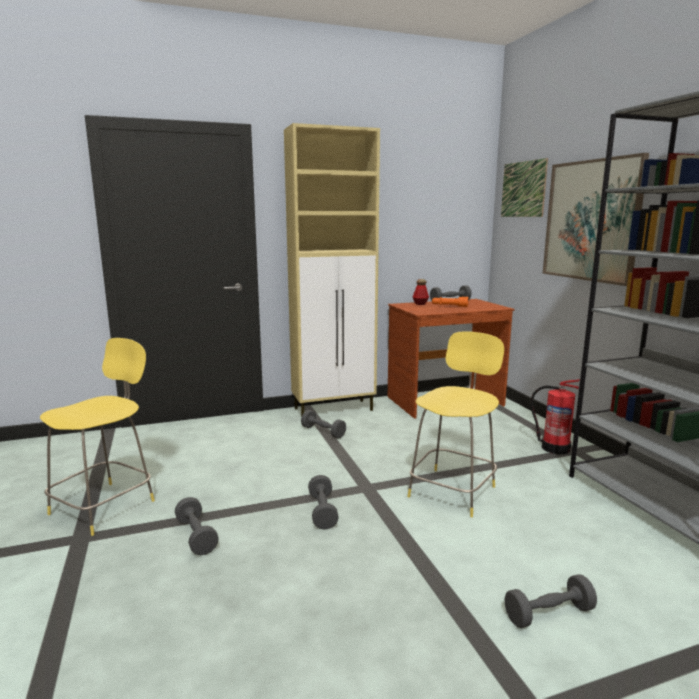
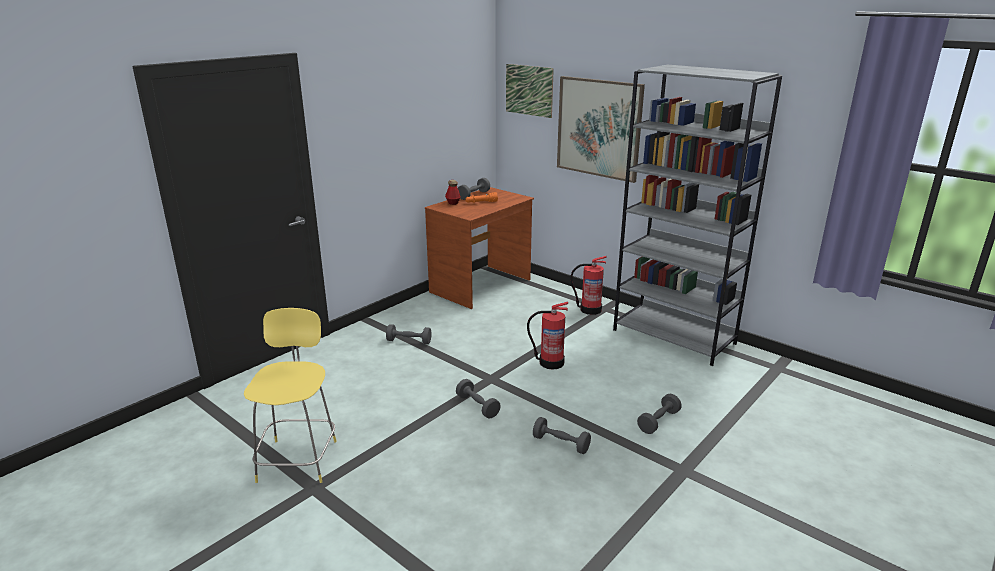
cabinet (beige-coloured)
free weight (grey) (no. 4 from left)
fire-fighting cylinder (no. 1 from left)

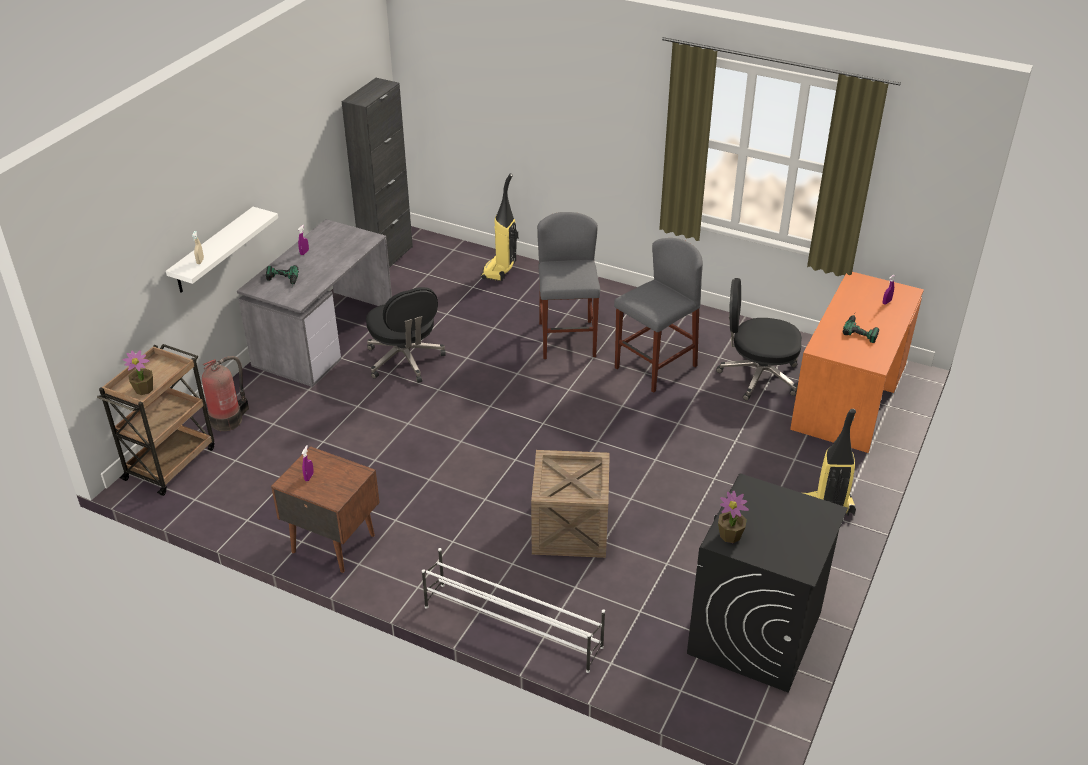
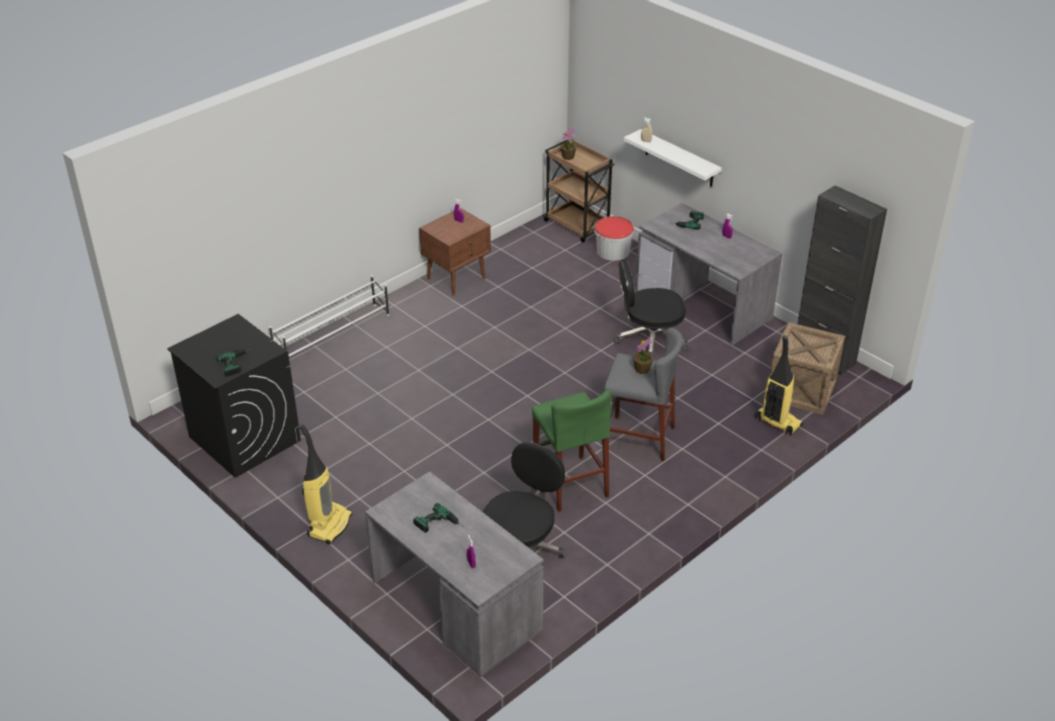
electric drill (no. 1 from left)
shipping crate
plant in a pot (no. 2 from left)
pail
stool seat (greenish)
desk (grey) (no. 1 from left)

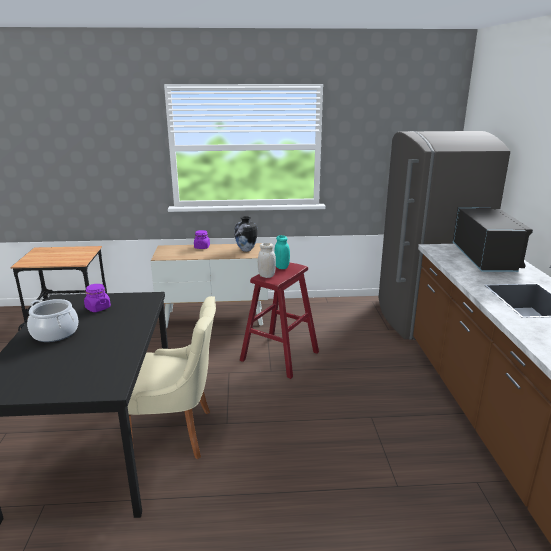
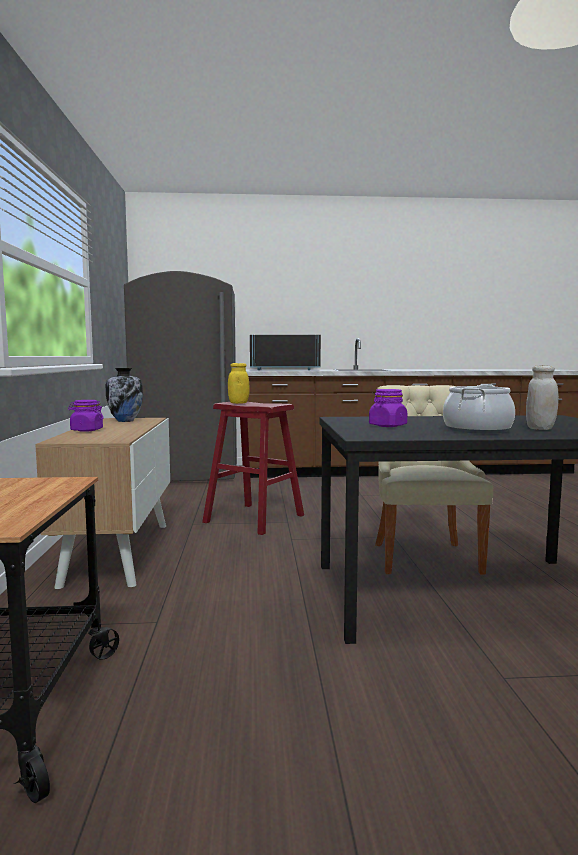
jar (white-coloured)
jar (yellow-coloured)

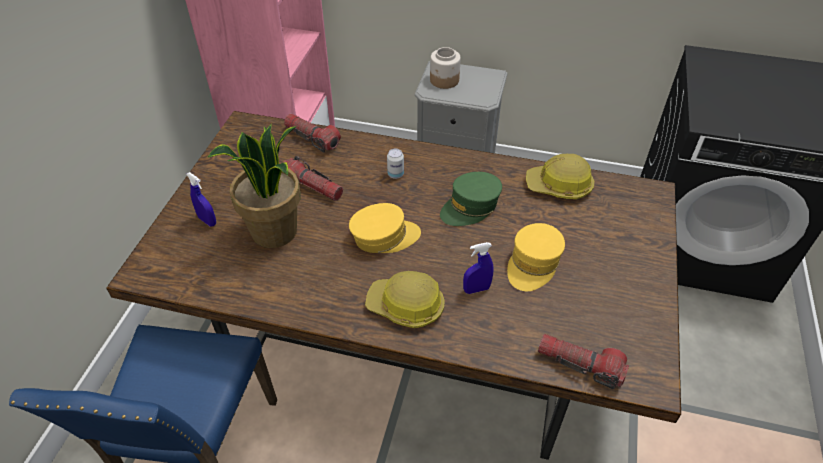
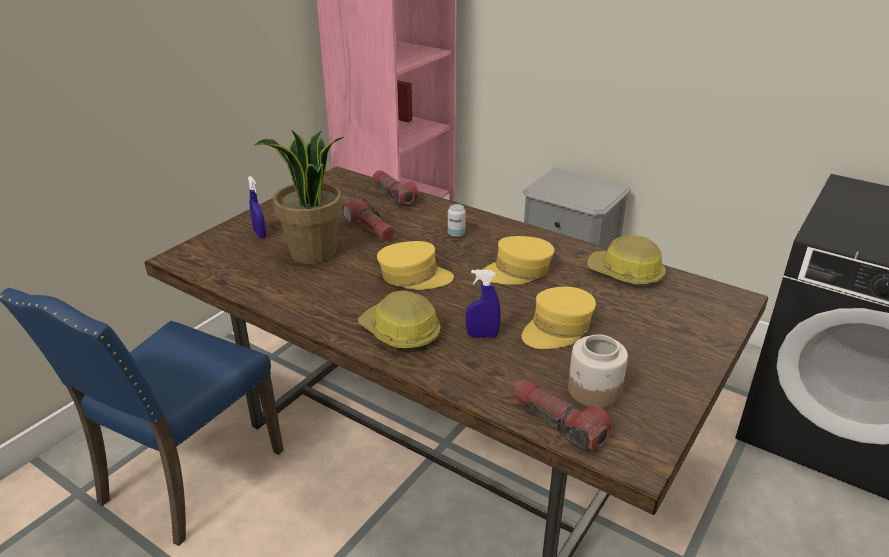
jar
peaked cap (yellow-coloured) (no. 2 from left)

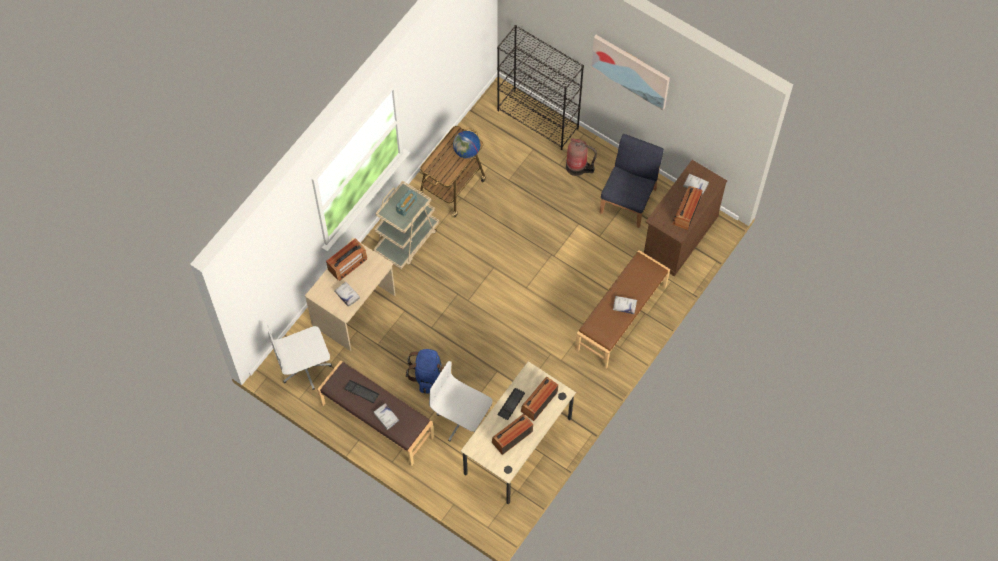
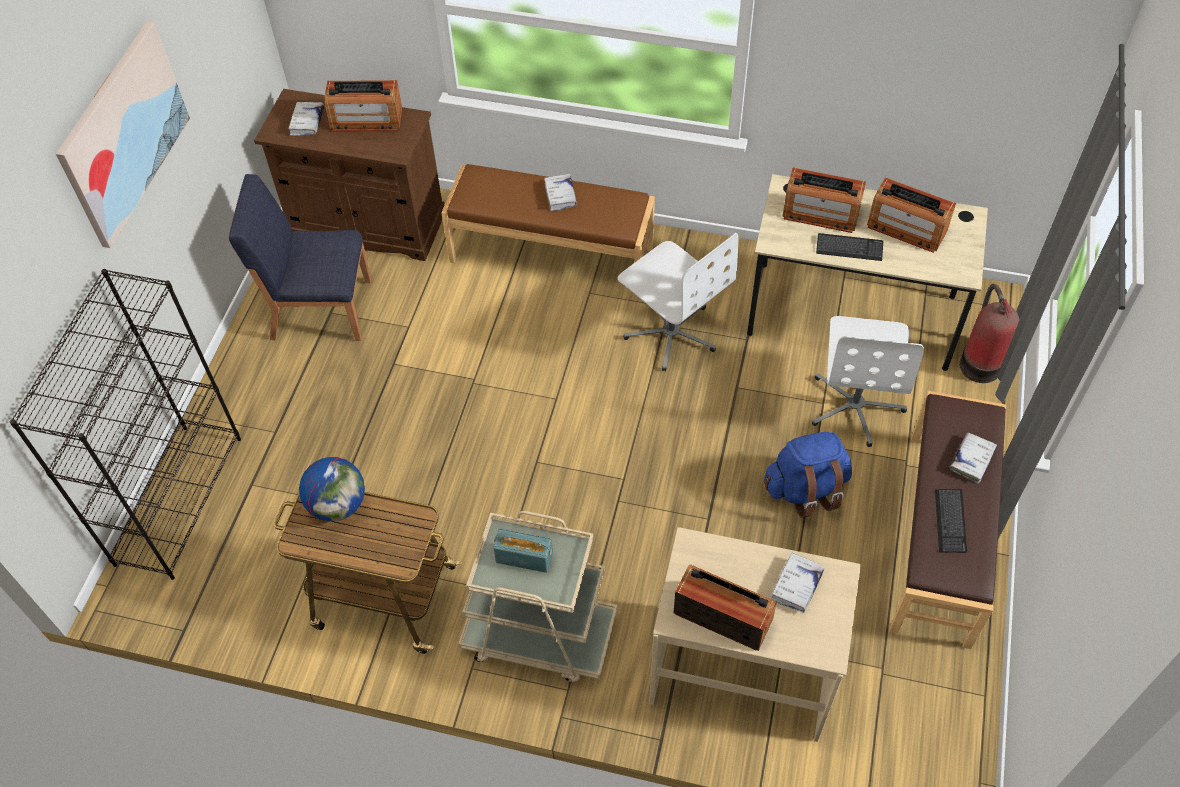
computer chair (white-coloured) (no. 1 from left)
fire-fighting cylinder

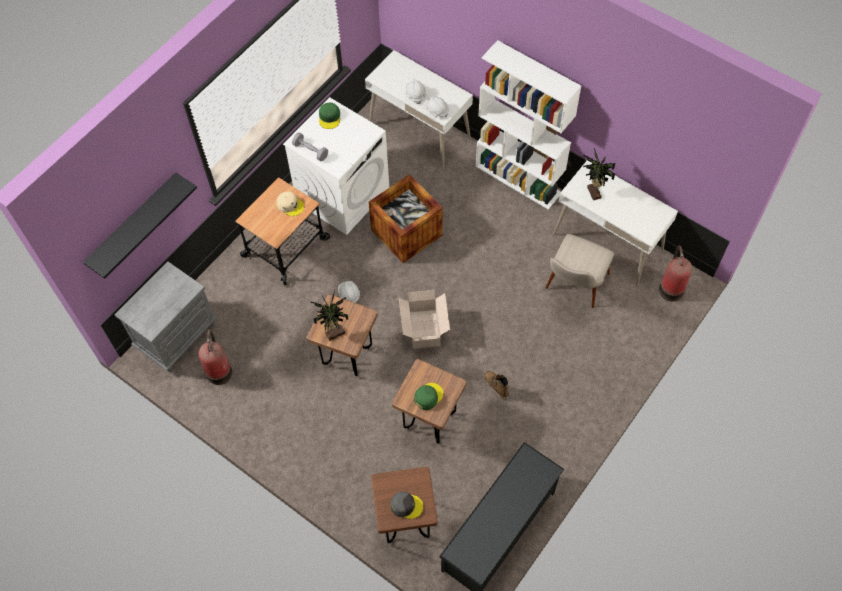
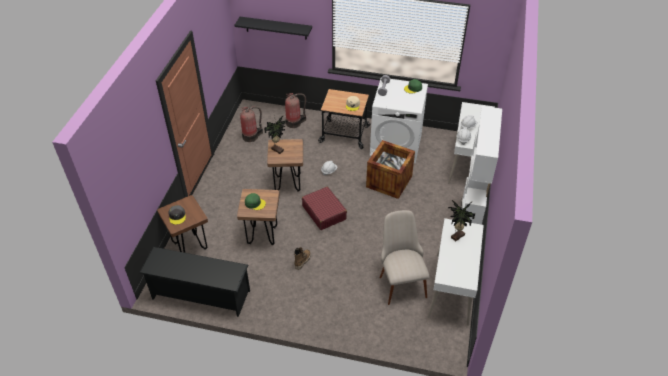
nightstand (grey)
fire-fighting cylinder (no. 2 from left)
travel case (reddish)
upright chair (beige-coloured)

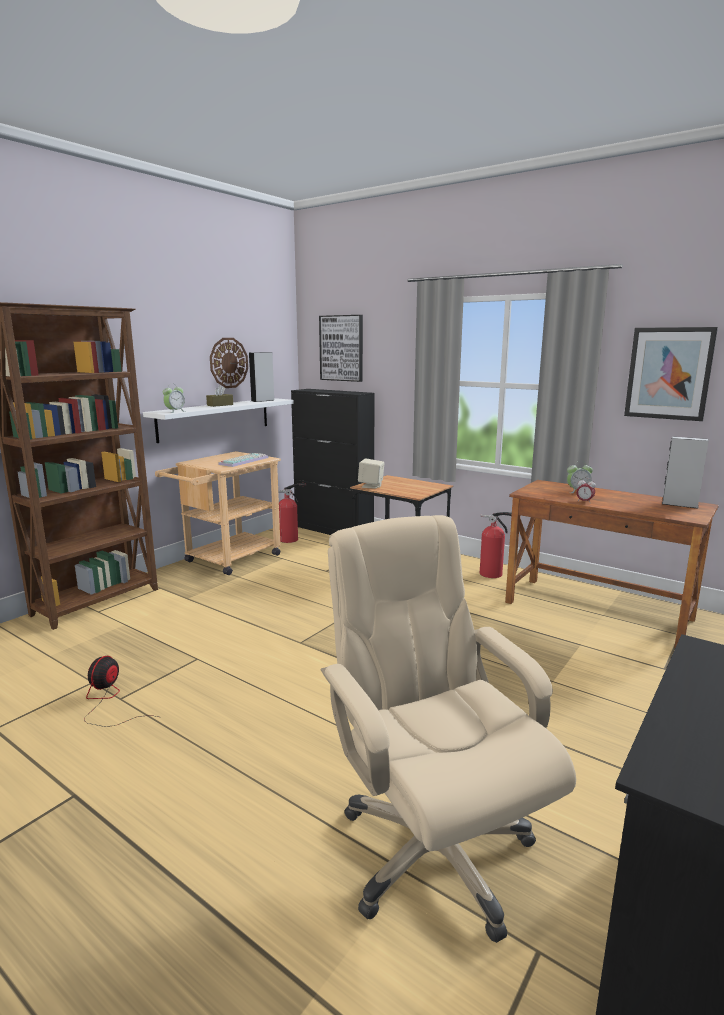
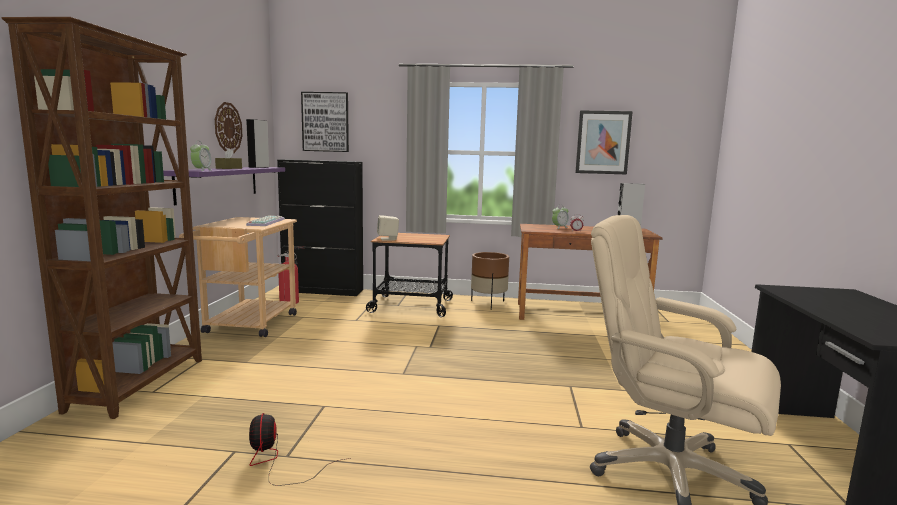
flower pot (brownish)
bracket shelf (purple)

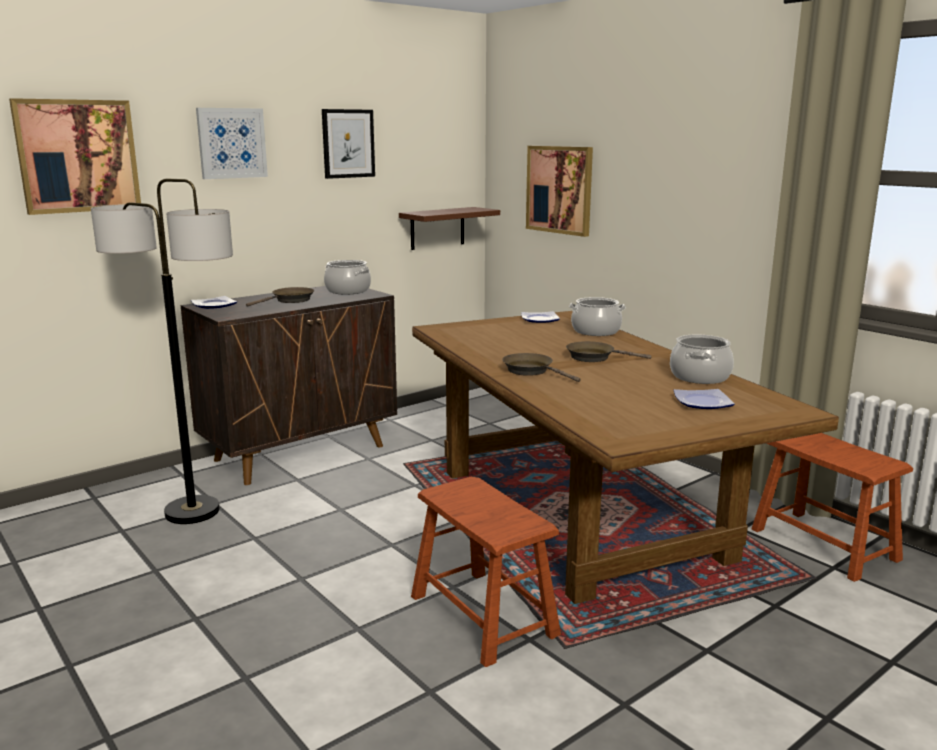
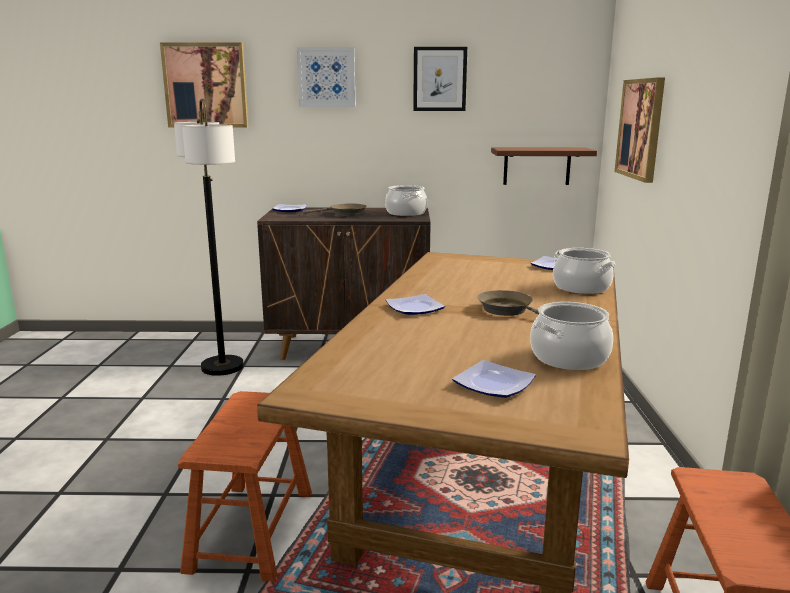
dinner plate (no. 2 from left)

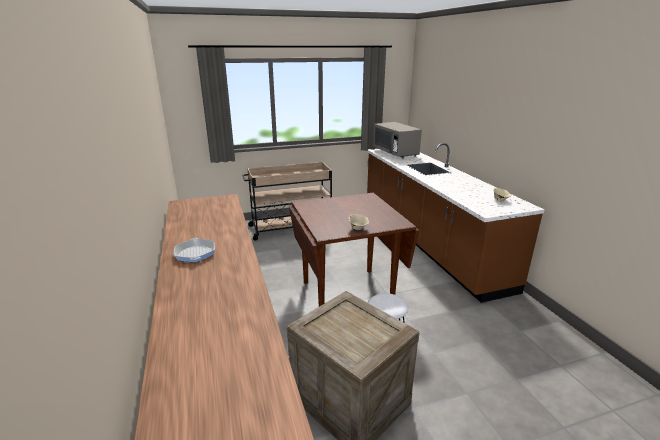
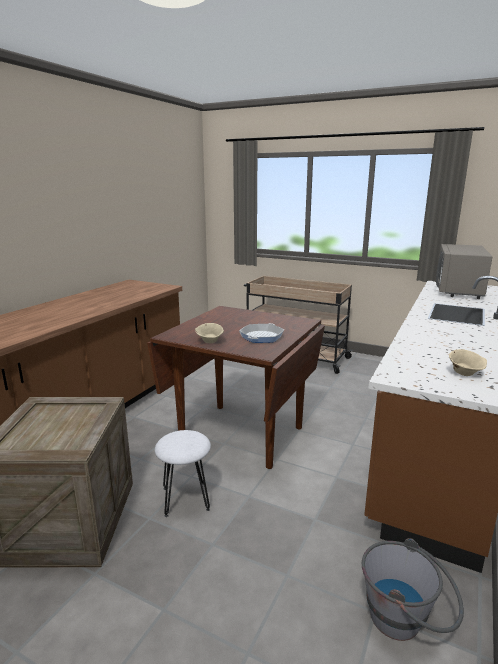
pail (grey)
frying pan

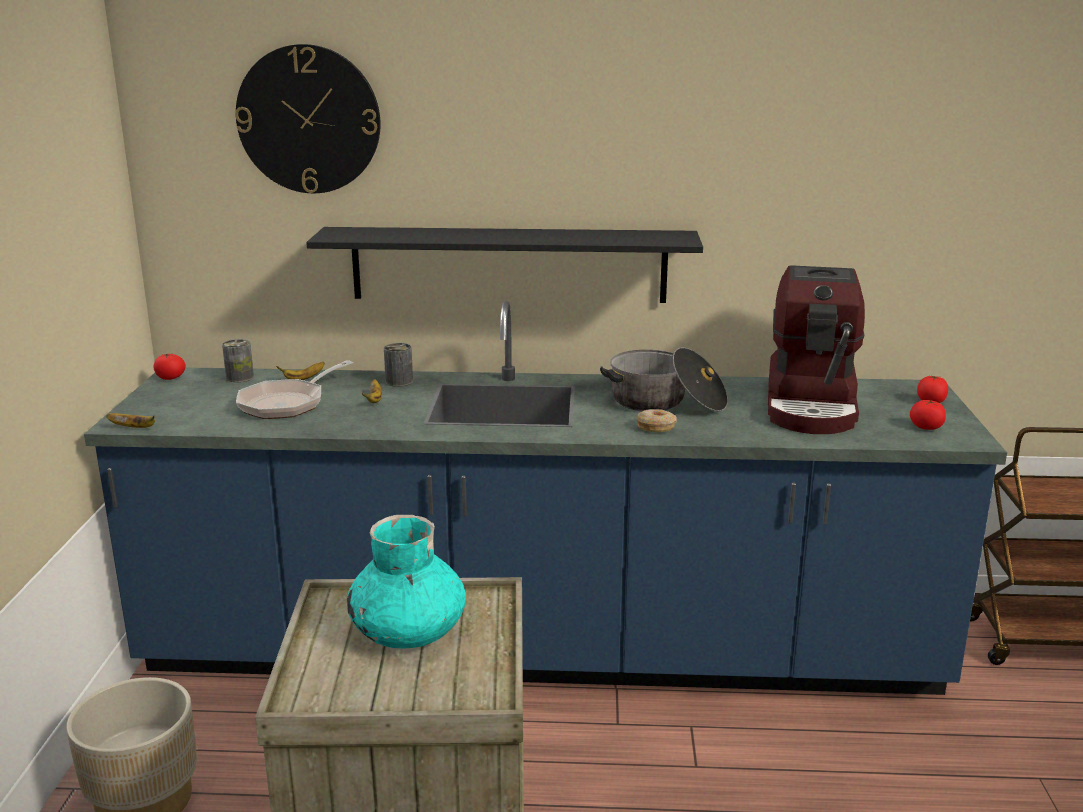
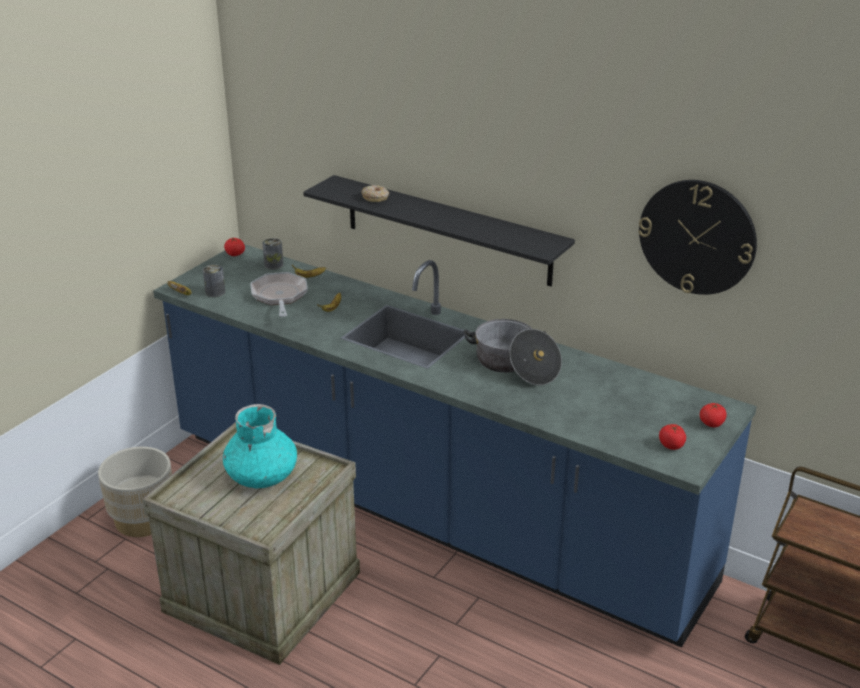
coffee machine
wall clock
can (no. 1 from left)
donut
frying pan

